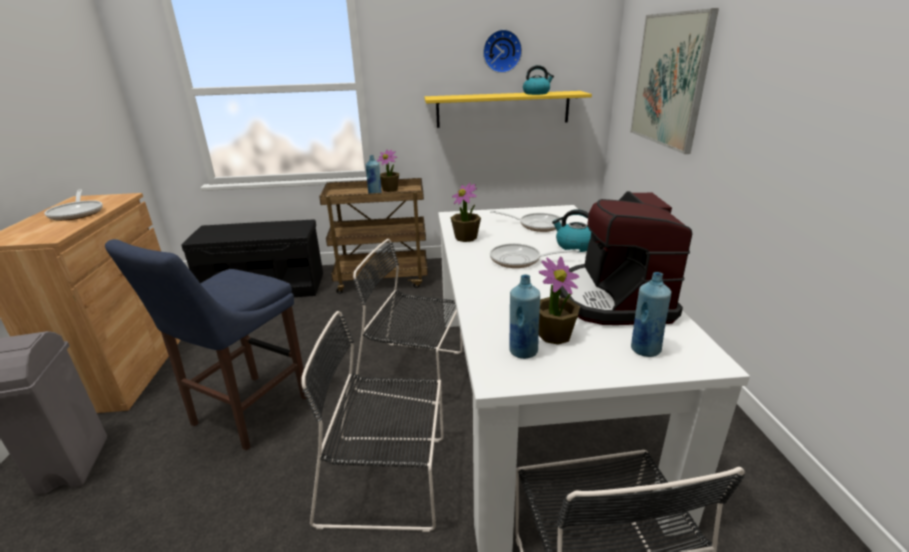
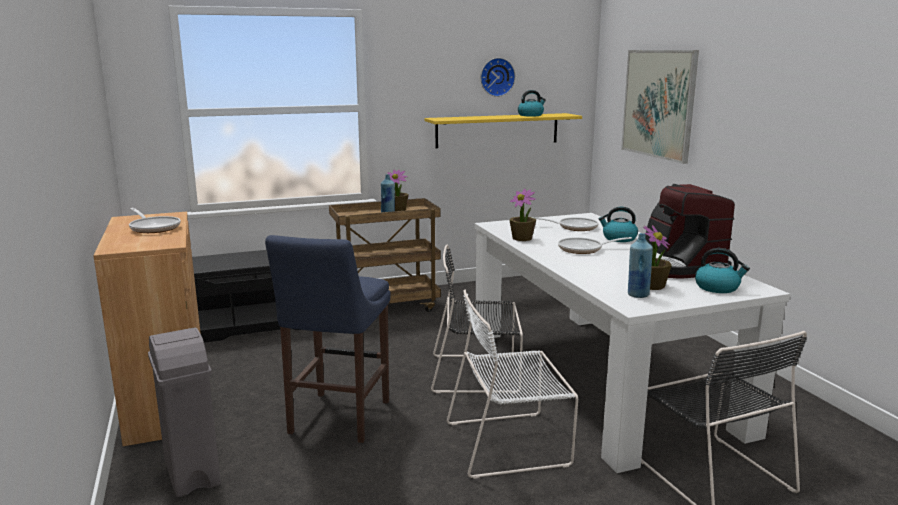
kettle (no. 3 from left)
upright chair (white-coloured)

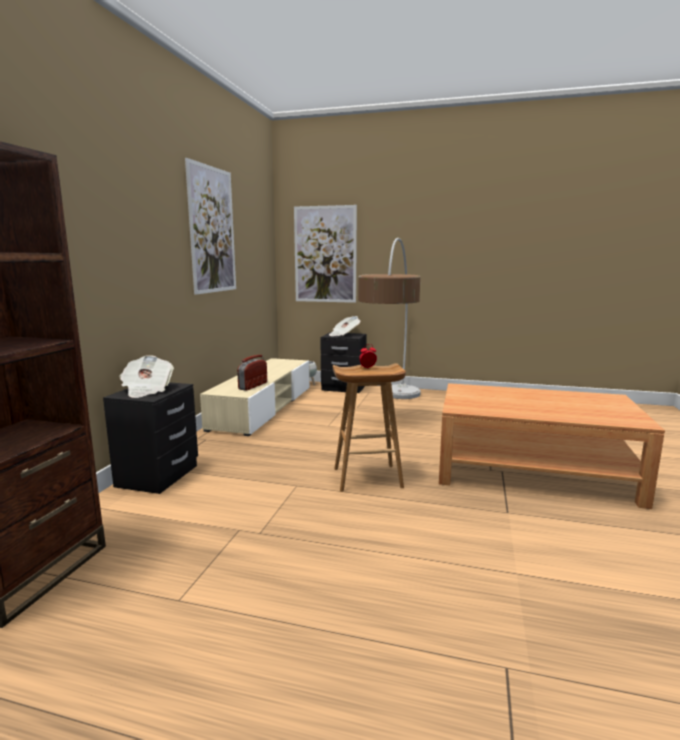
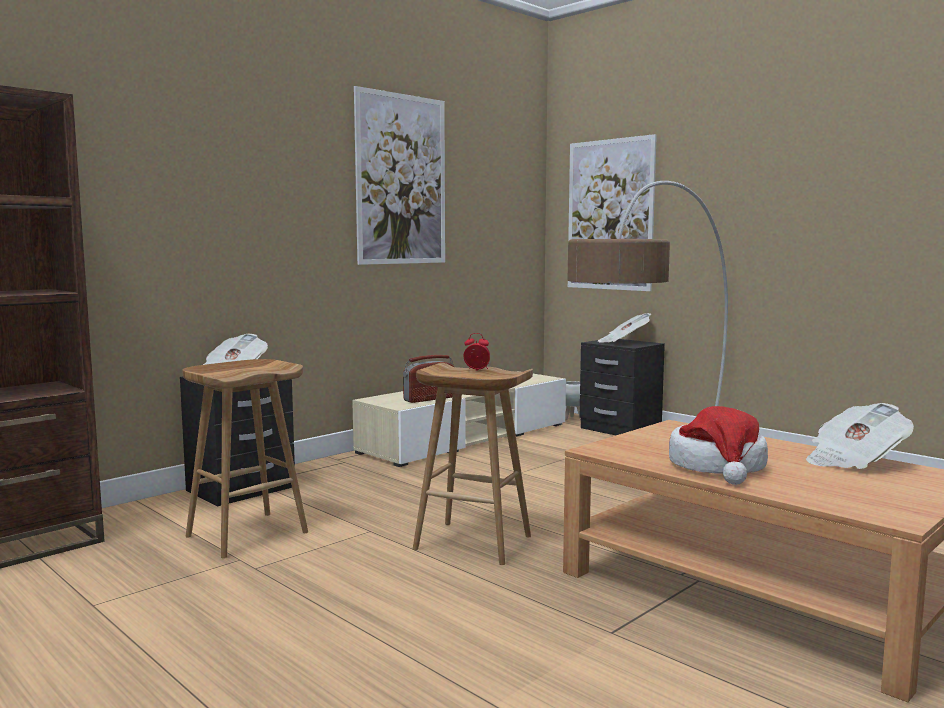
stool seat (brownish) (no. 1 from left)
wearable hat
newspaper (no. 3 from left)

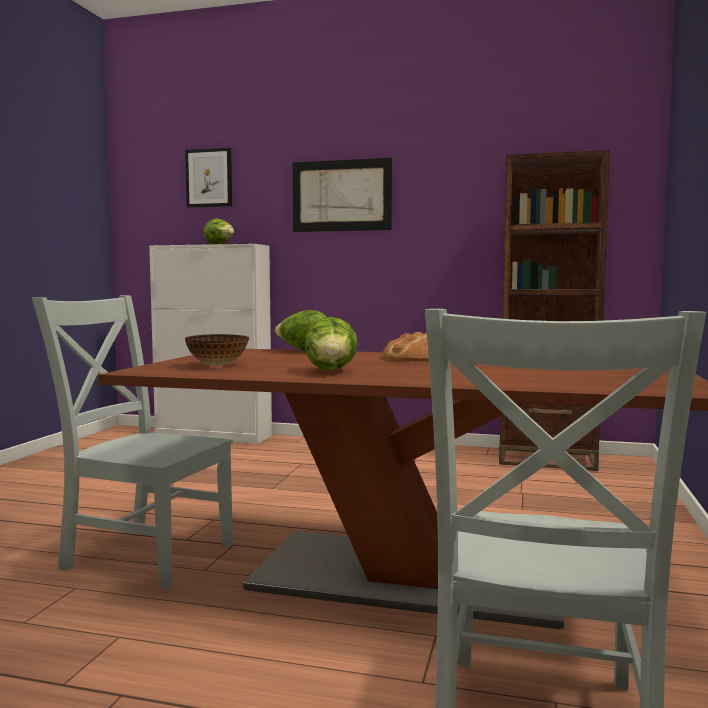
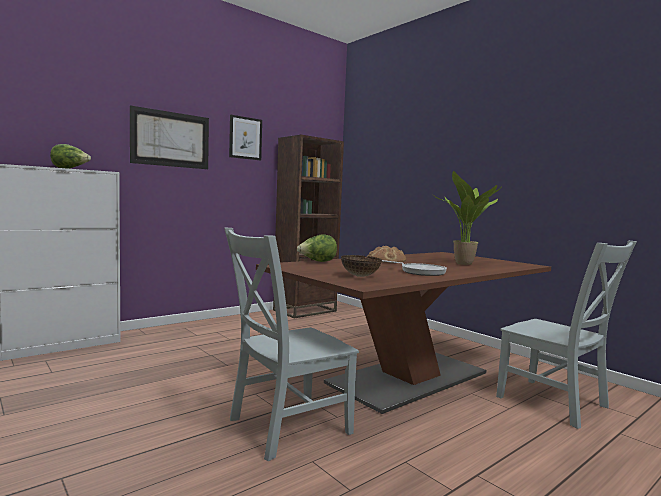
plant in a pot
picture (no. 2 from left)
frying pan

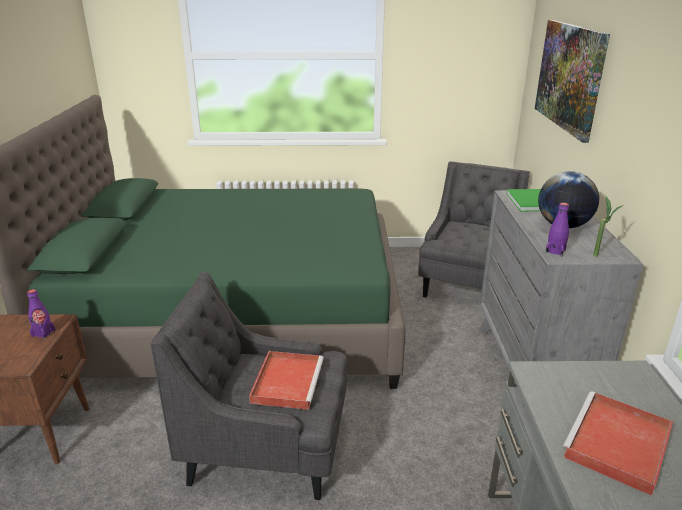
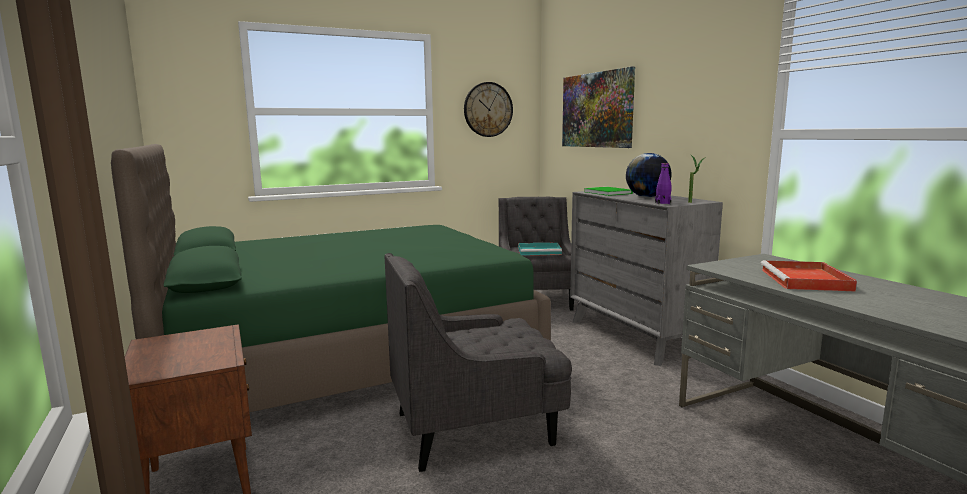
beverage bottle (purple) (no. 1 from left in the first image)
carrying tray (reddish) (no. 1 from left in the first image)
wall clock
carrying tray (turquoise)

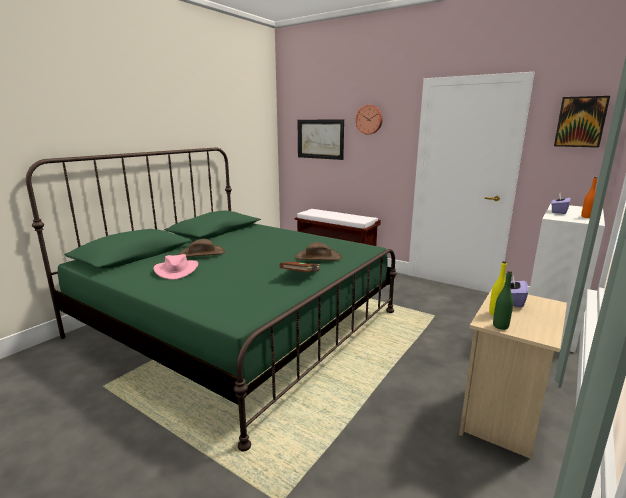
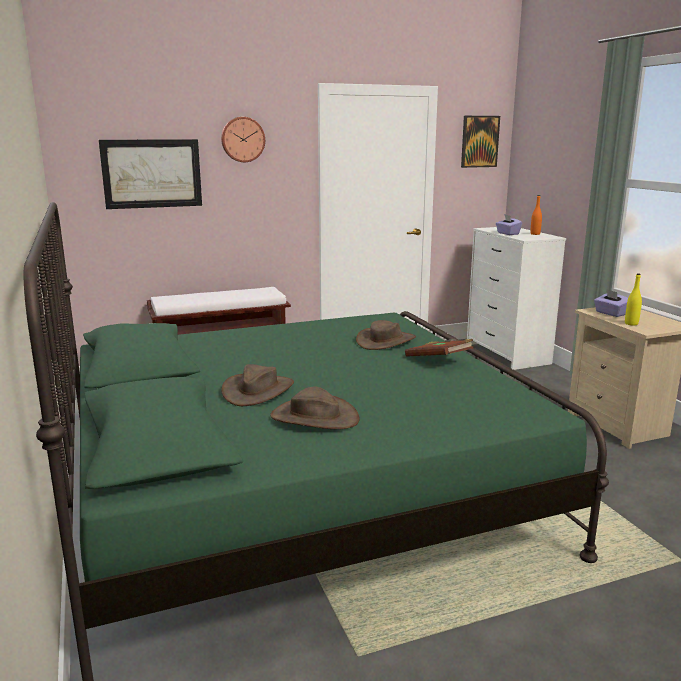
beverage bottle (greenish)
wearable hat (brownish) (no. 2 from left)

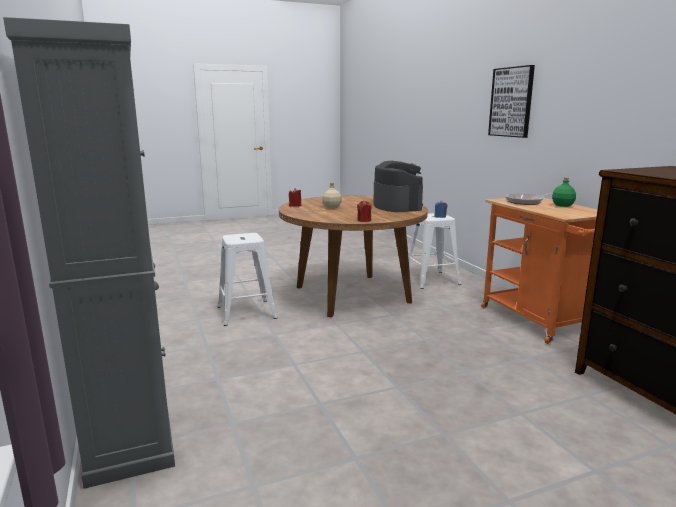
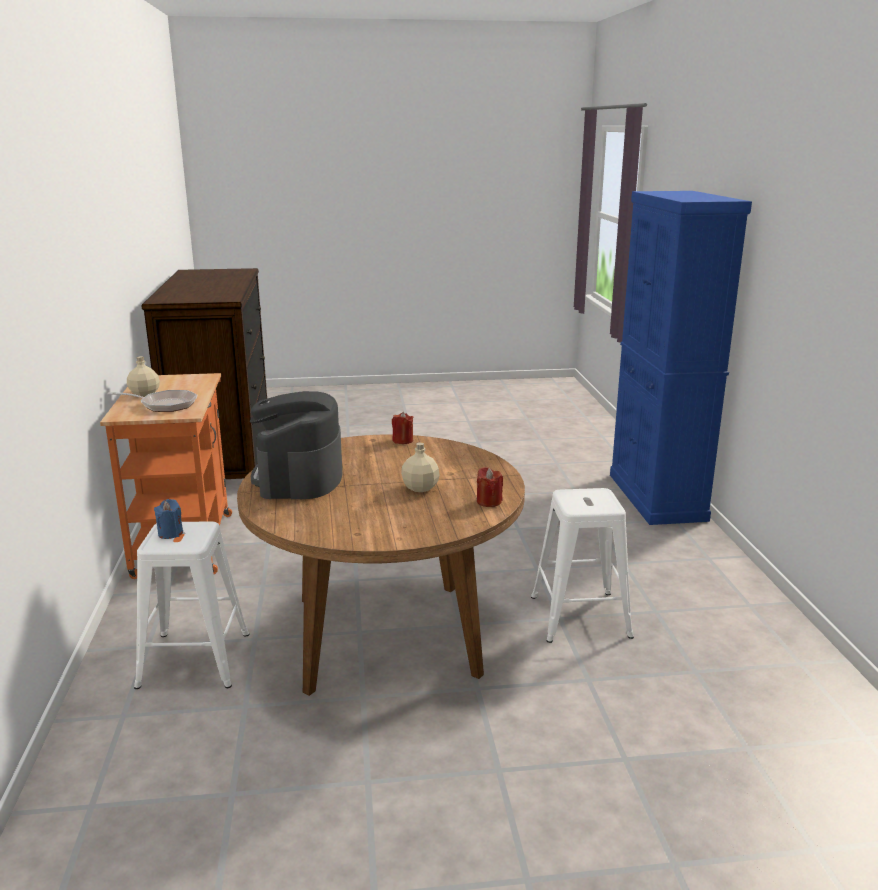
picture
cabinet (blue)
beverage bottle (beige-coloured) (no. 1 from left)

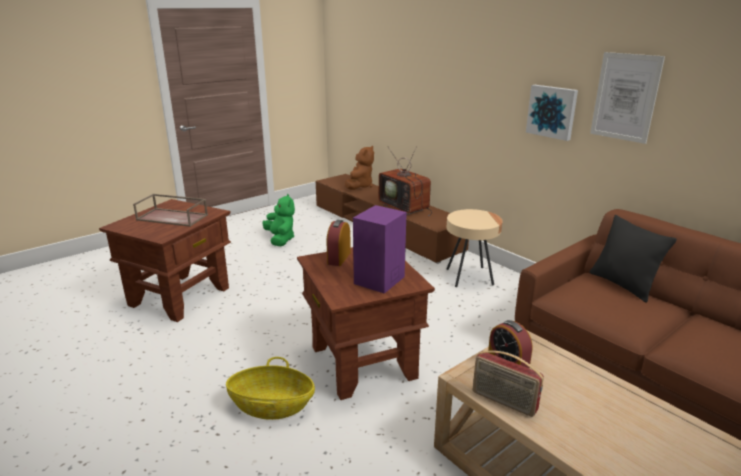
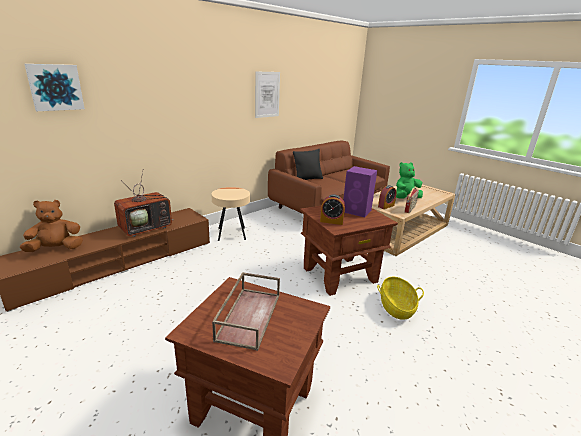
plush toy (greenish)
picture (no. 1 from left)
plush toy (brownish)

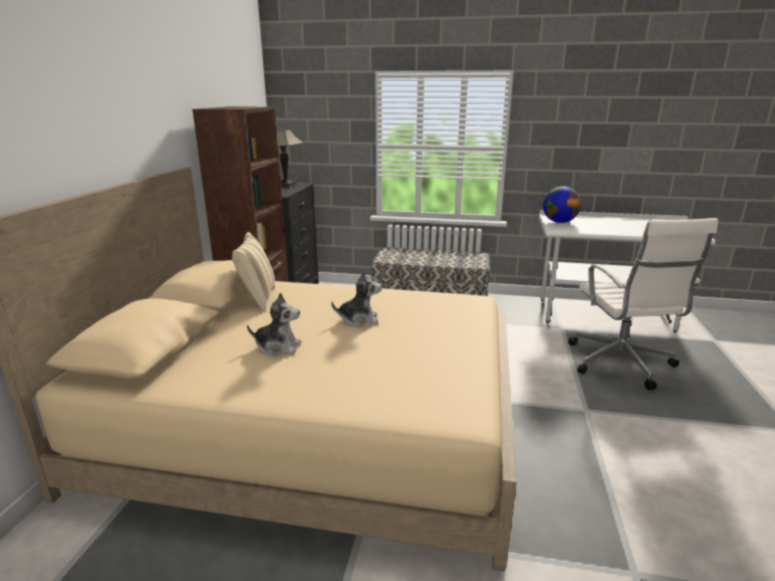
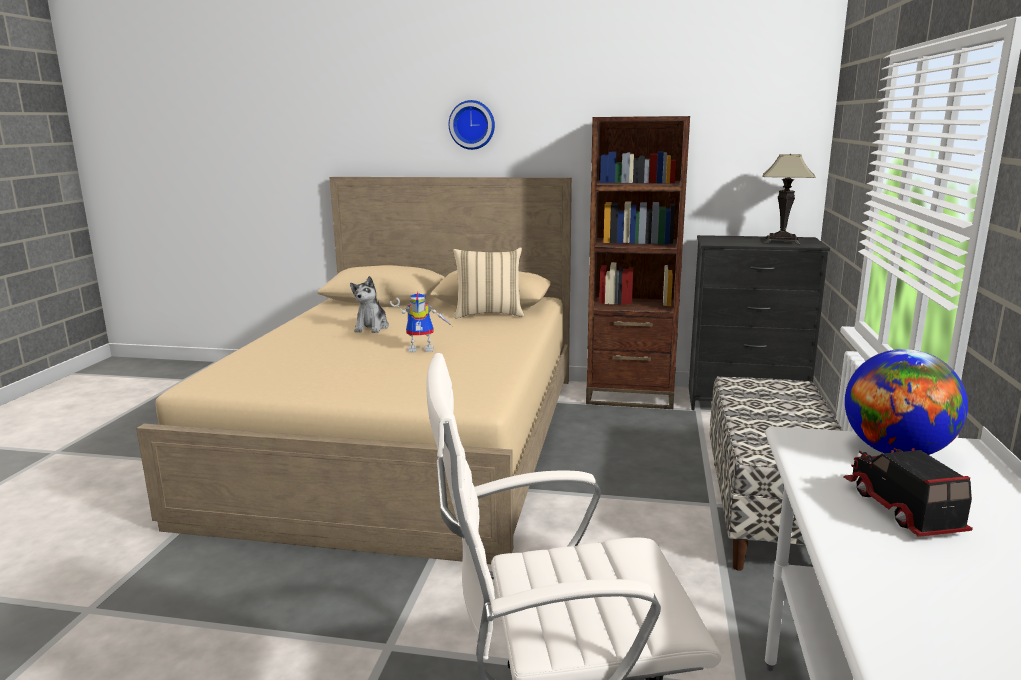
wall clock
model truck
robot figure

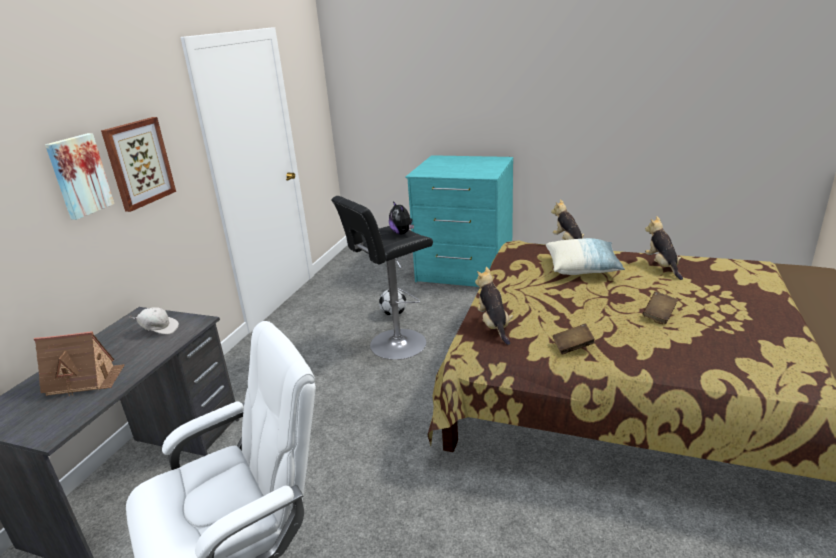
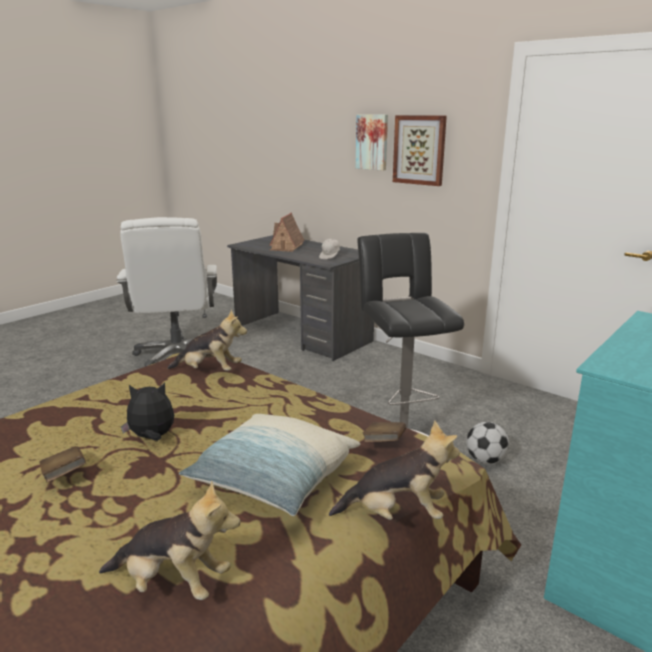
plush toy (no. 1 from left)
bound book (brownish) (no. 2 from left)

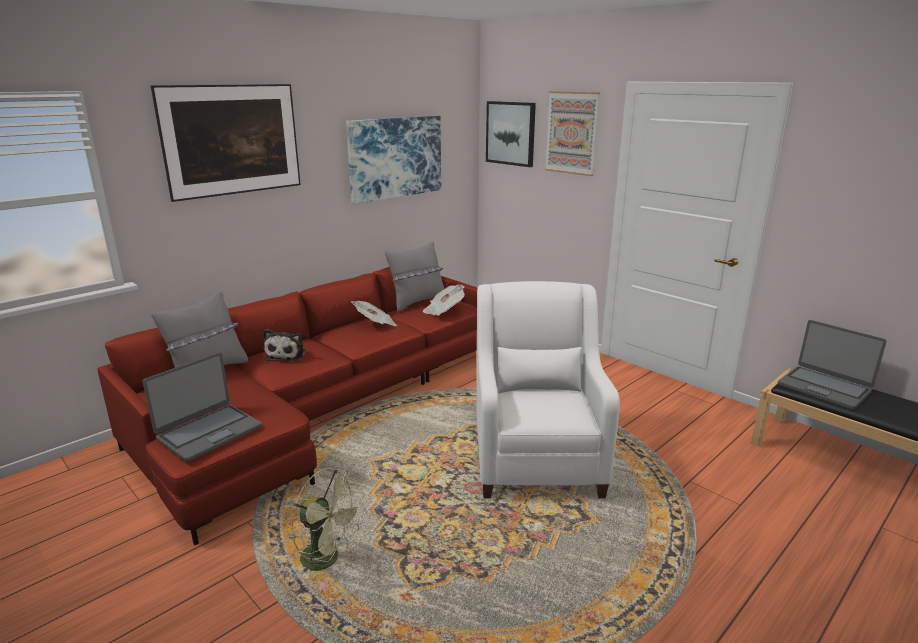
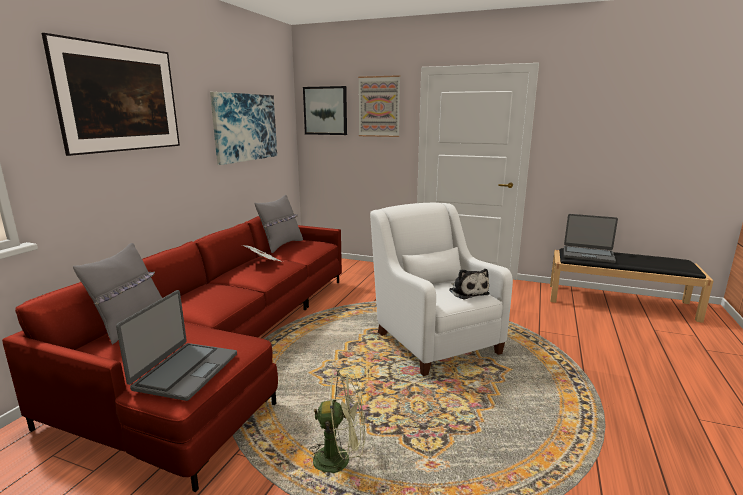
newspaper (no. 2 from left in the first image)
plush toy

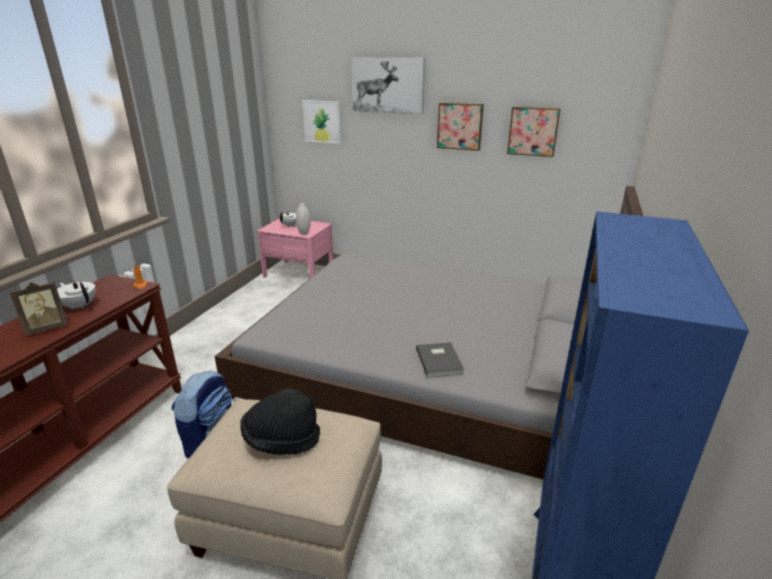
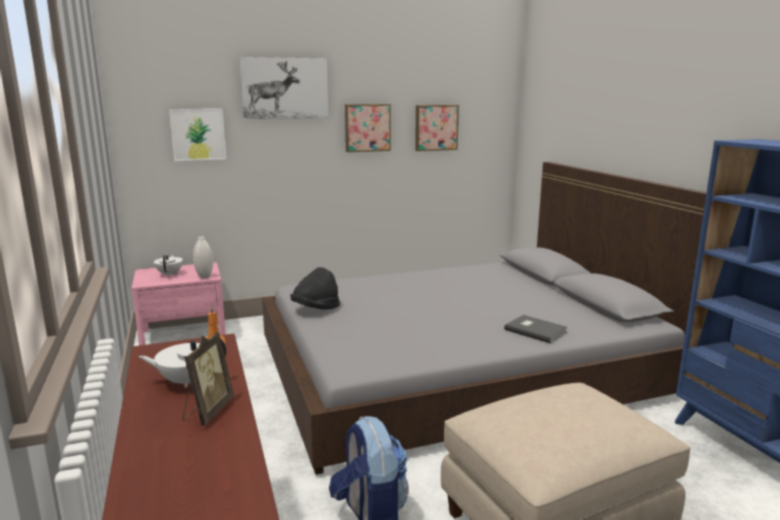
wearable hat (black)

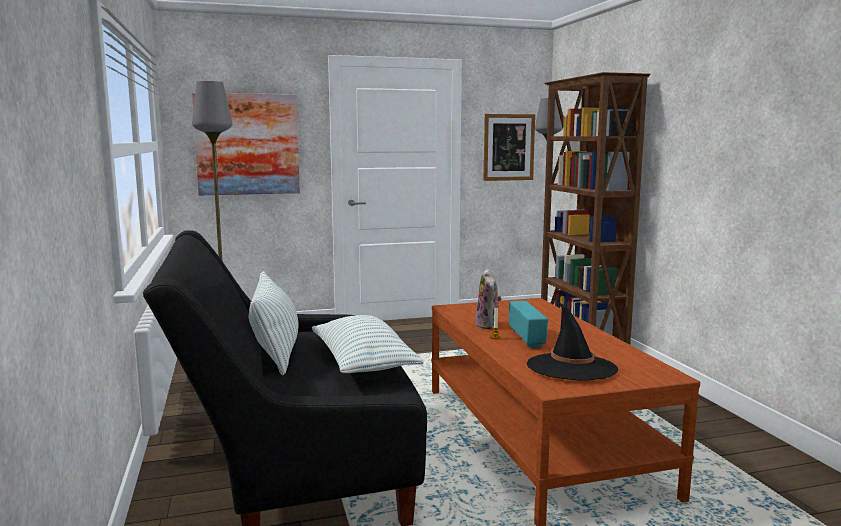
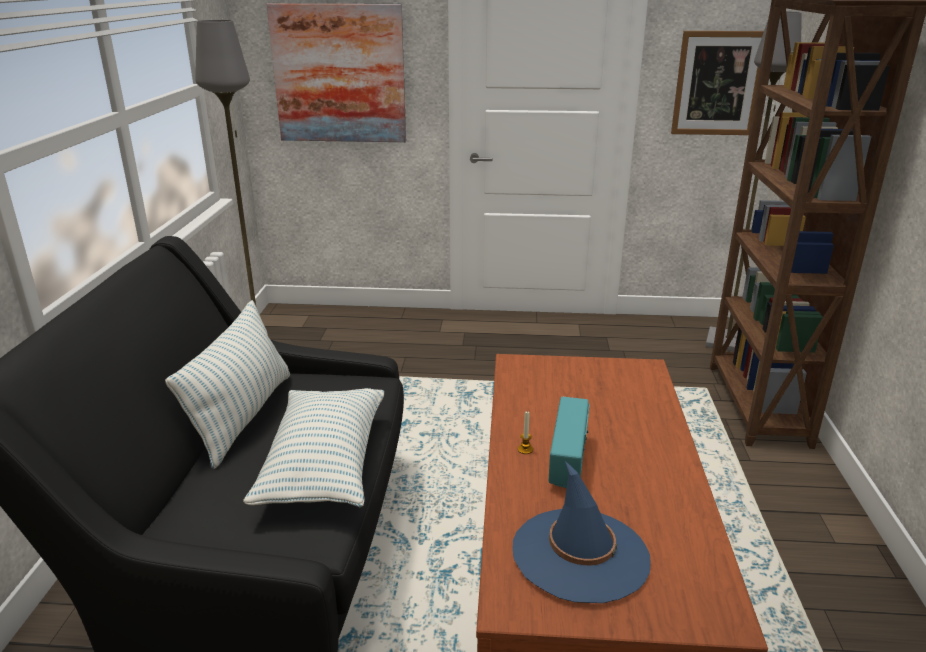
plush toy
wearable hat (blue)

